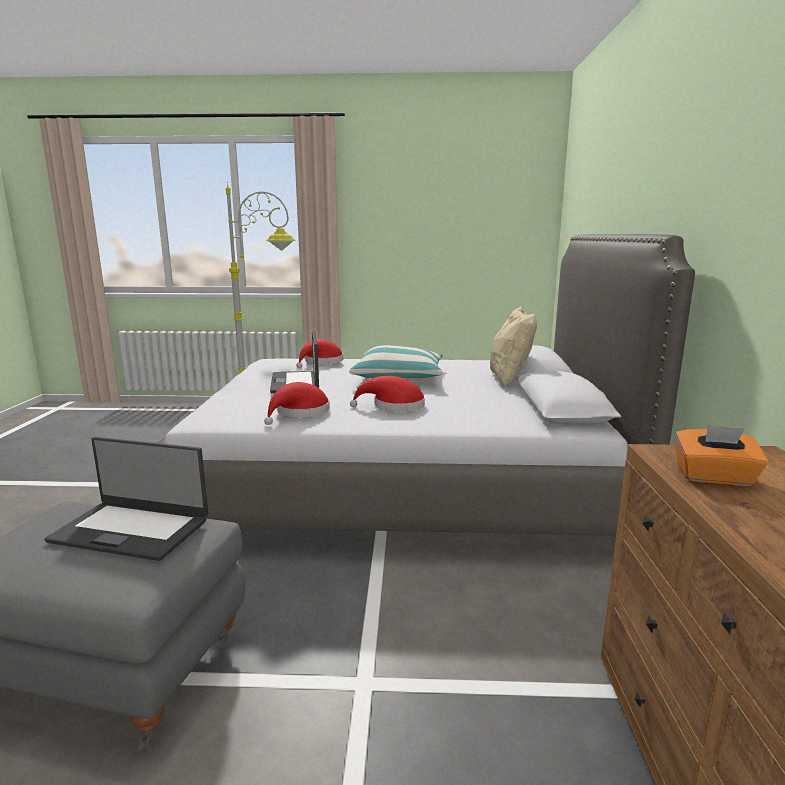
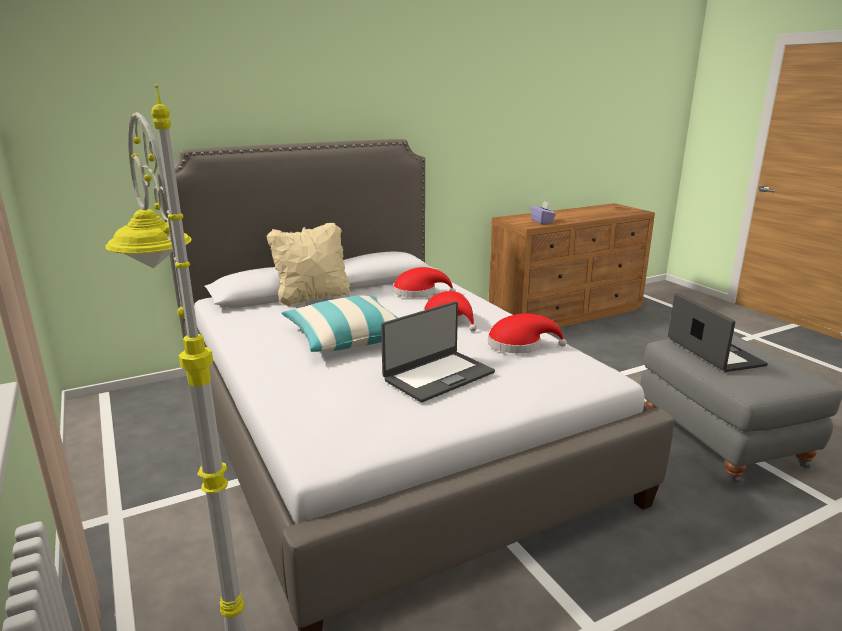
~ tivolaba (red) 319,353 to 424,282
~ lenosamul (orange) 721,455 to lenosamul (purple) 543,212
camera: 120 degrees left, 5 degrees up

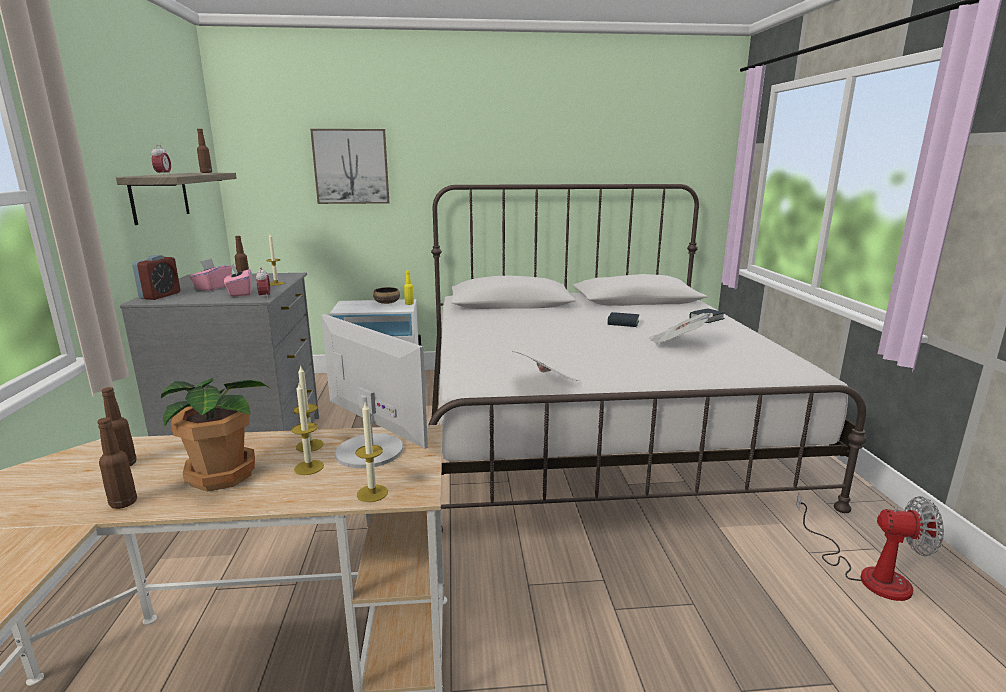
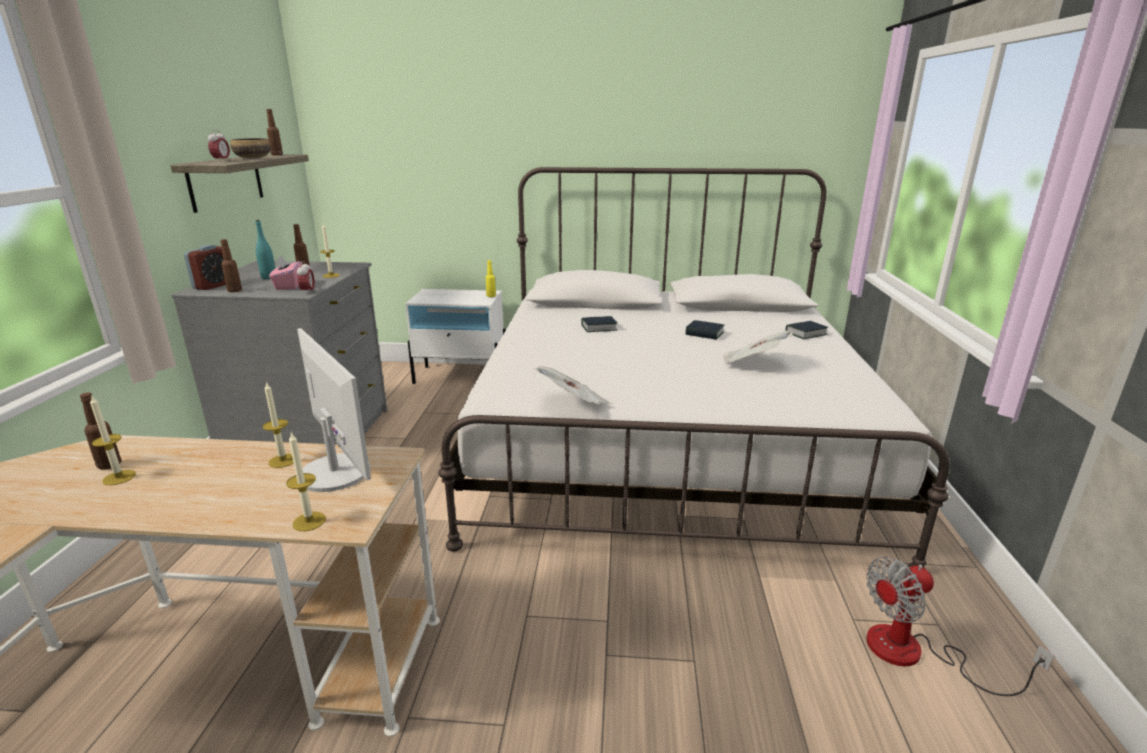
- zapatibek 215,435
- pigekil 349,166
+ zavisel 599,324
~ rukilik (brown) 117,463 to 231,265
~ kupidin 307,429 to 113,440
~ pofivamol 386,295 to 250,148
~ lenosamul (pink) 210,274 to rukilik (turquoise) 265,249
~ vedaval 870,546 = 960,626 135 degrees clockwise
camera: 10 degrees right, 5 degrees up

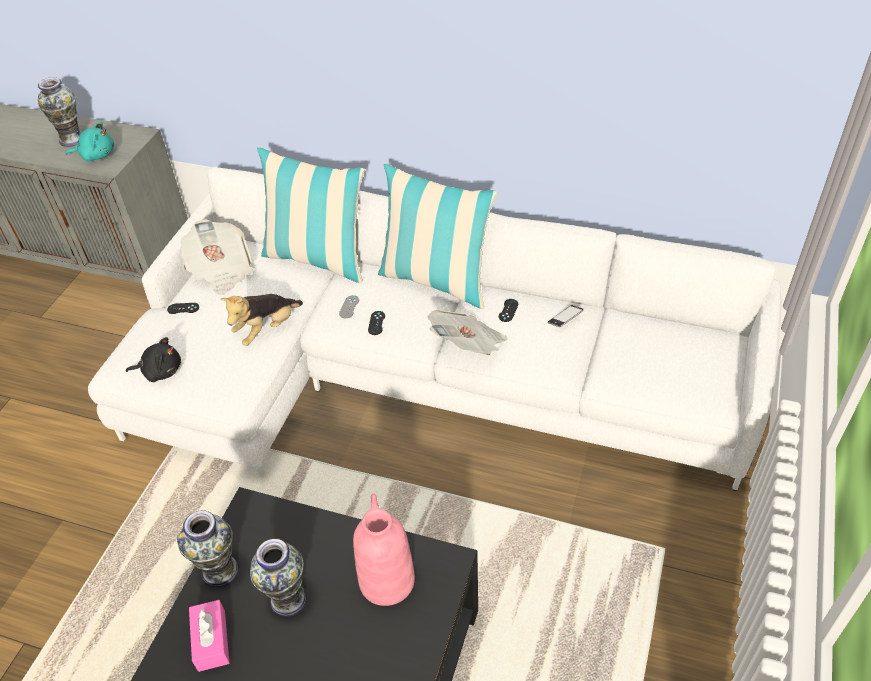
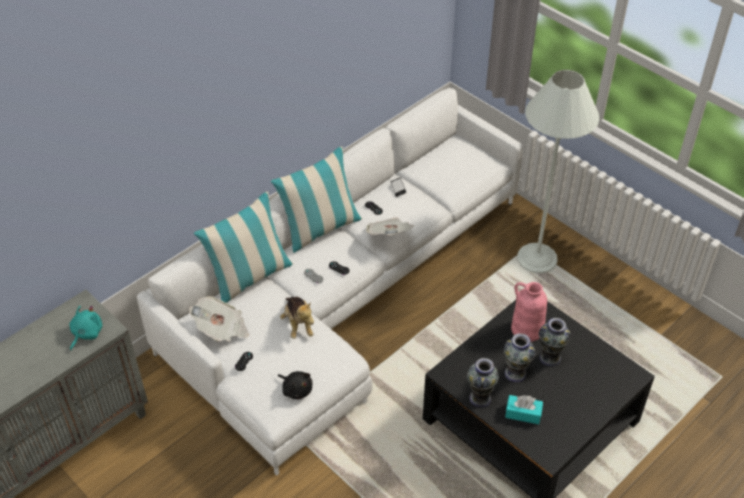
+ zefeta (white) 558,171
~ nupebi 60,112 to 554,342
~ lenosamul (pink) 209,636 to lenosamul (turquoise) 524,409
~ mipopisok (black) 153,359 = 295,385 105 degrees clockwise
camera: 65 degrees left, 0 degrees up

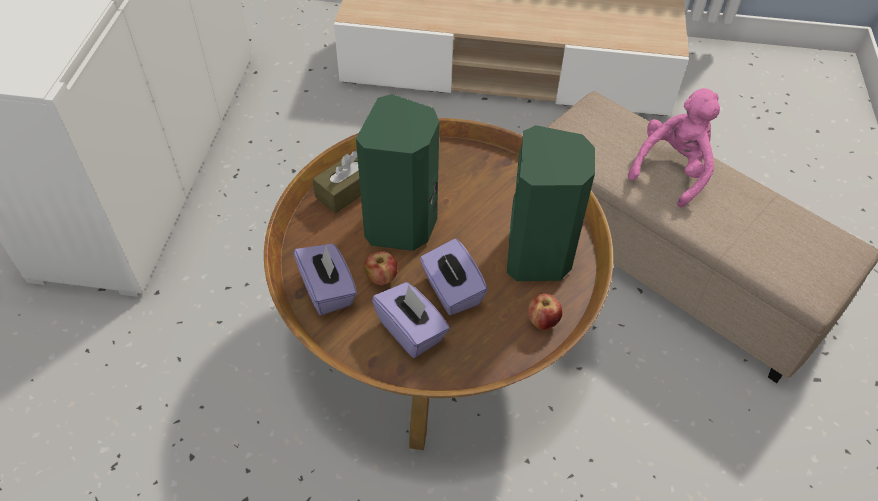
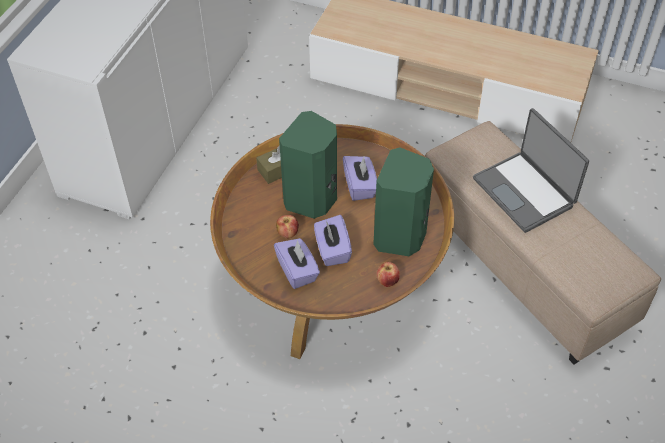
~ lenosamul (purple) 325,279 to 360,178
~ mipopisok (pink) 674,147 to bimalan 531,170
camera: 15 degrees right, 0 degrees up

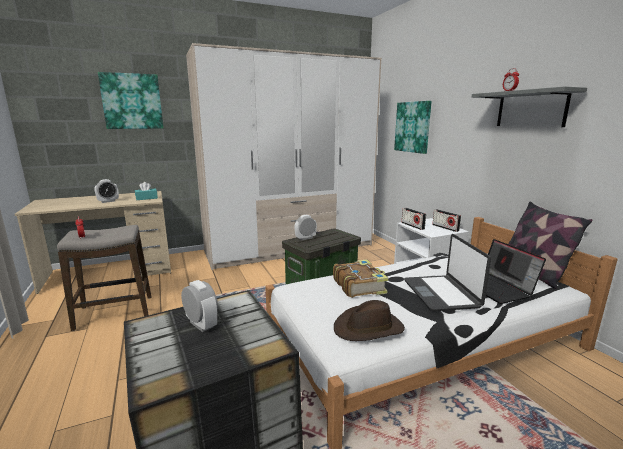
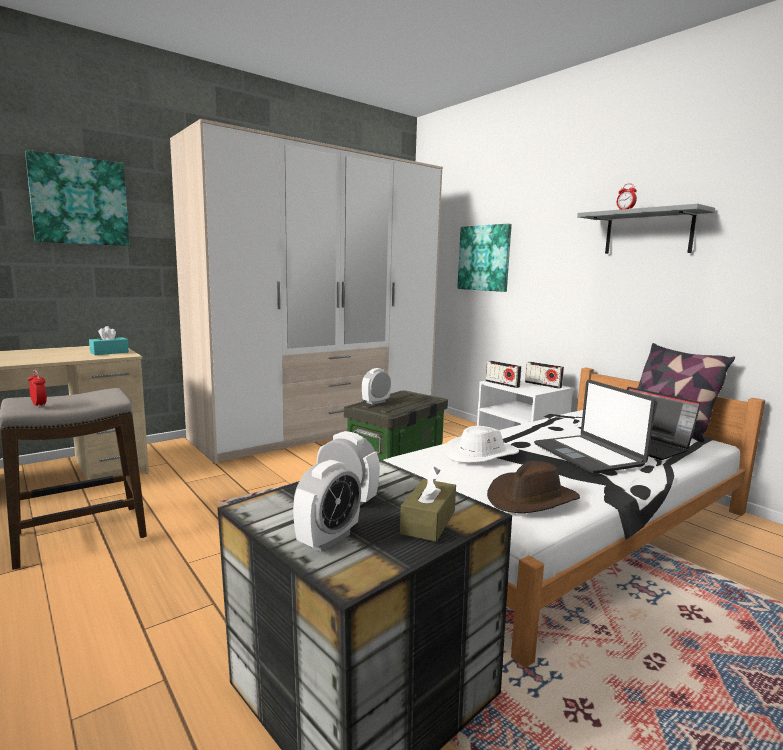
+ lenosamul (brown) 428,504
~ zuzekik 107,191 to 327,506
~ zavisel 360,278 to tivolaba (white) 482,444
camera: 15 degrees left, 5 degrees down

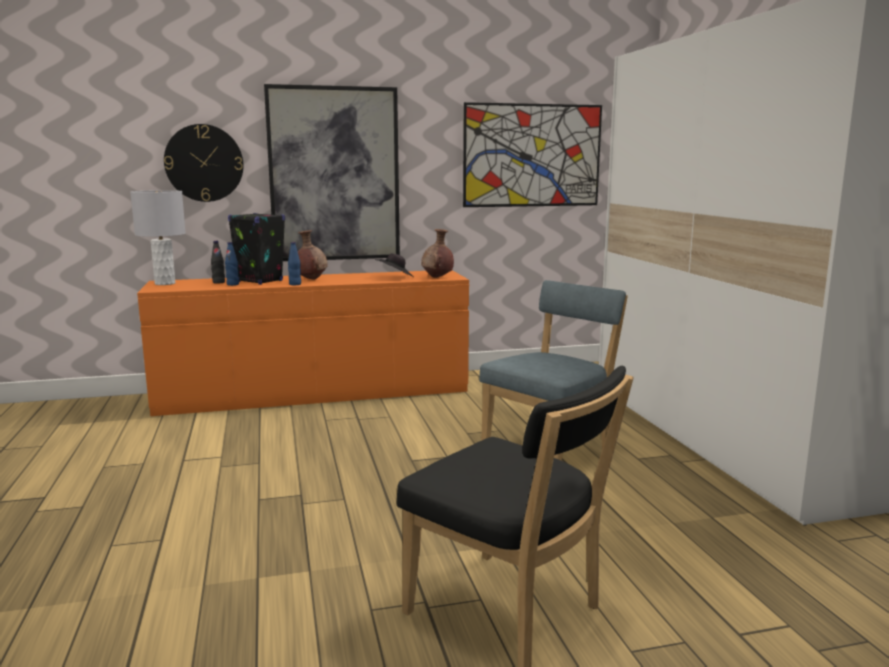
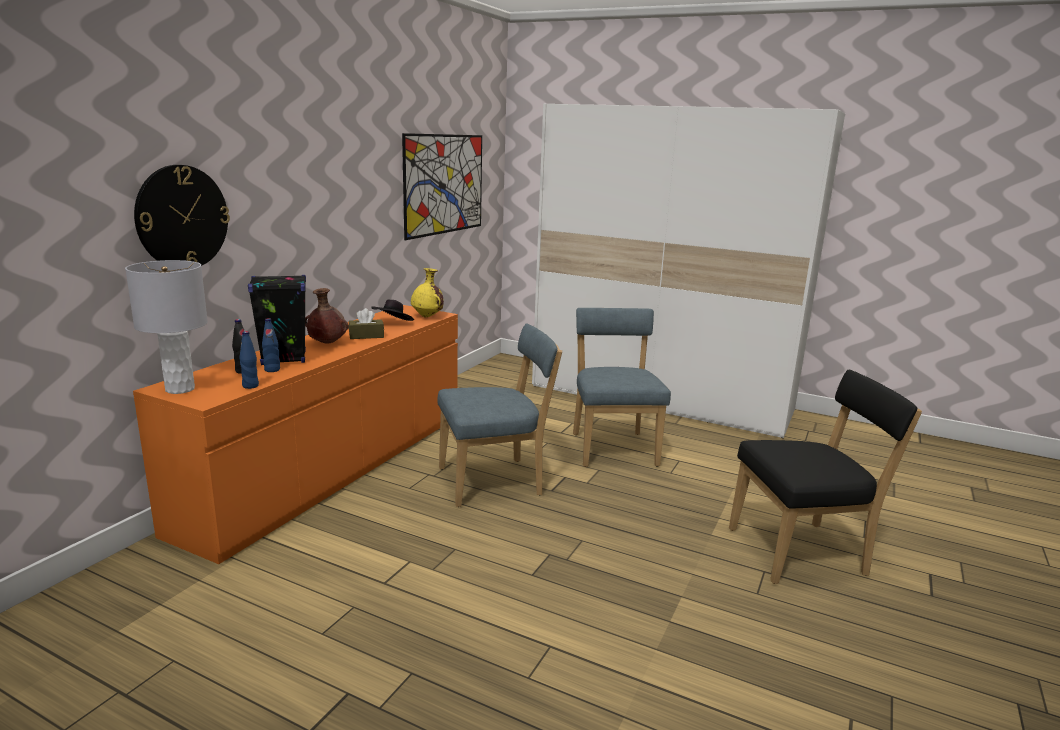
- pigekil 332,172
+ lenosamul (brown) 366,323
+ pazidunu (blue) 499,415
~ rukilik (blue) 294,263 to 249,360
~ nupebi (brown) 437,253 to nupebi (yellow) 427,293
camera: 50 degrees left, 5 degrees up

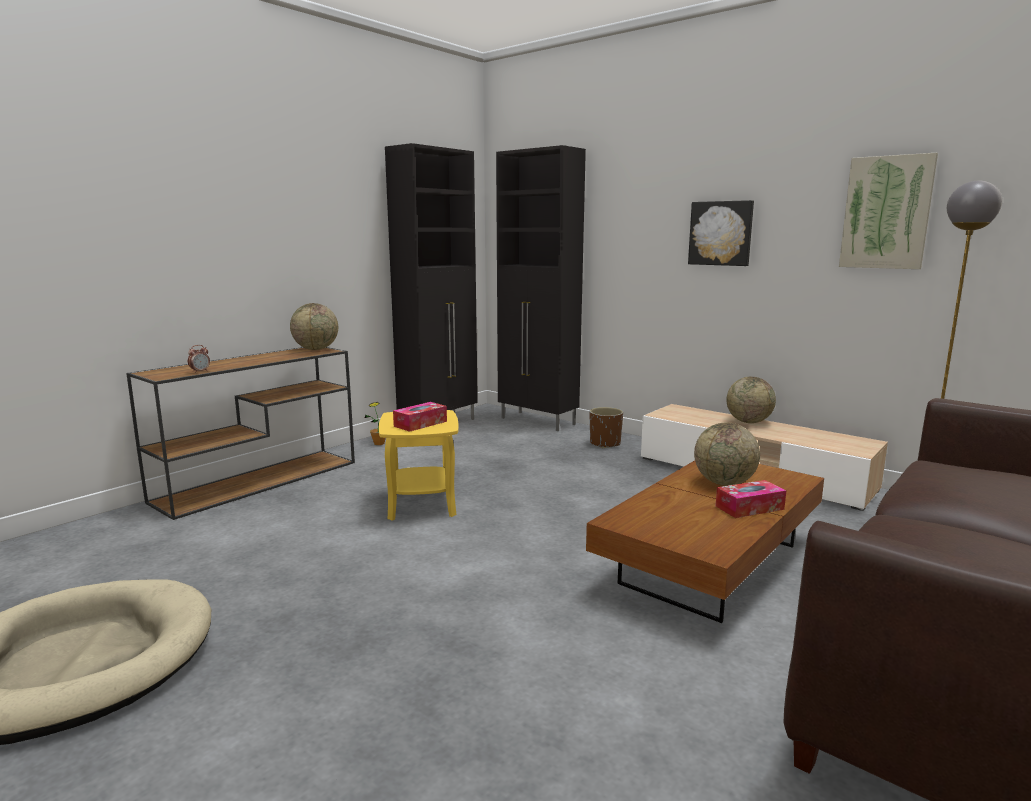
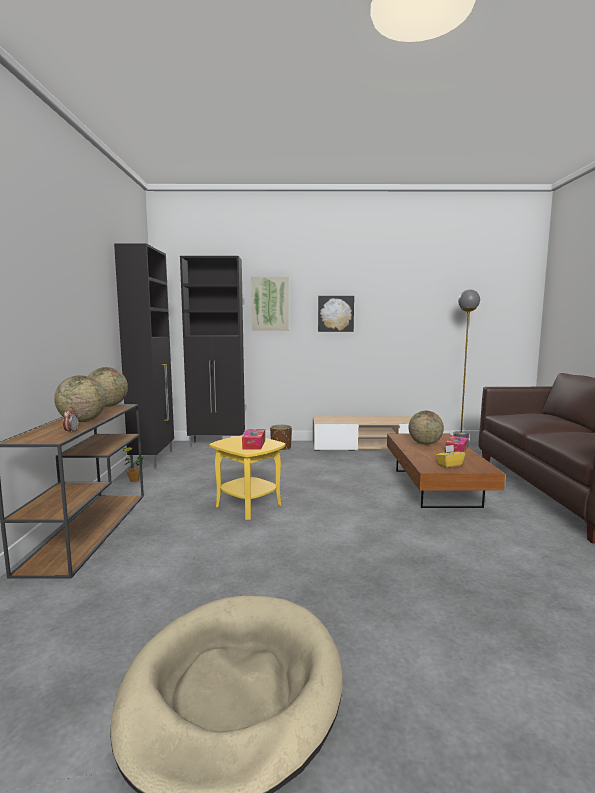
+ lenosamul (yellow) 450,456
~ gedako 751,400 to 80,398
~ pigekil 888,211 to 270,304
camera: 40 degrees left, 5 degrees down

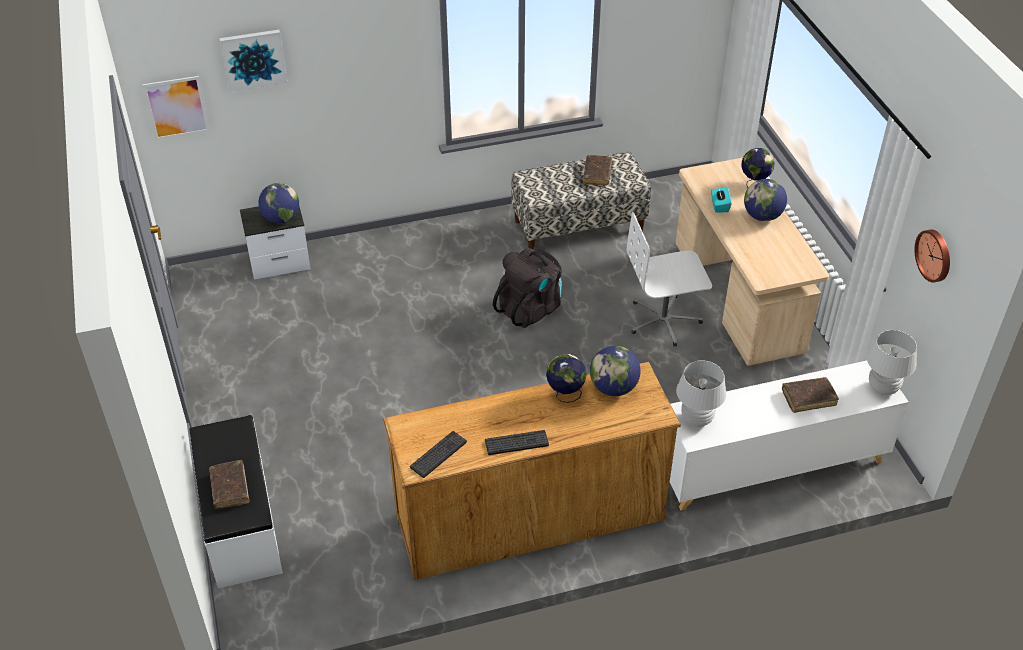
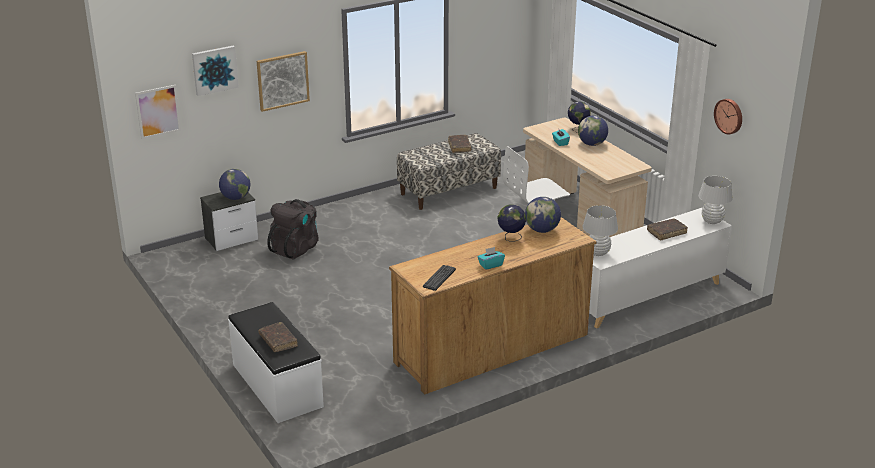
+ pigekil 283,81
~ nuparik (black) 527,288 to 292,229
~ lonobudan 517,442 to lenosamul (turquoise) 491,258
camera: 15 degrees left, 15 degrees down

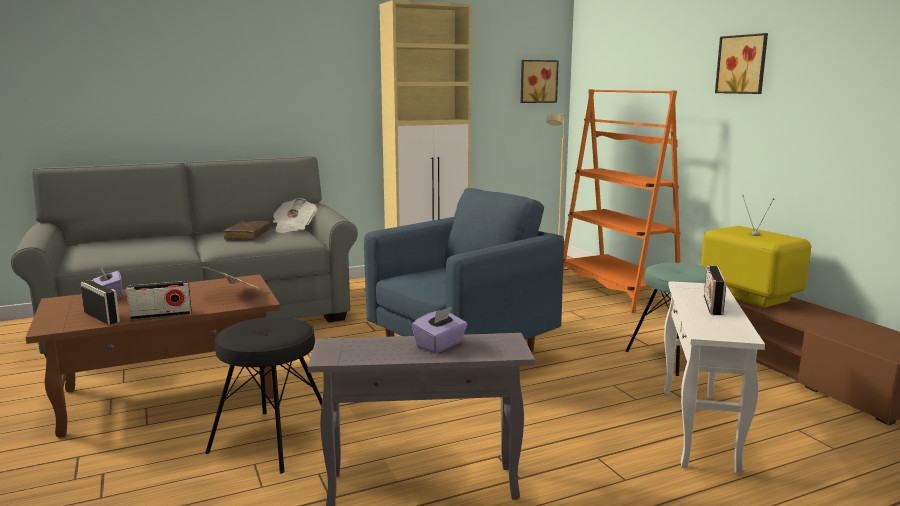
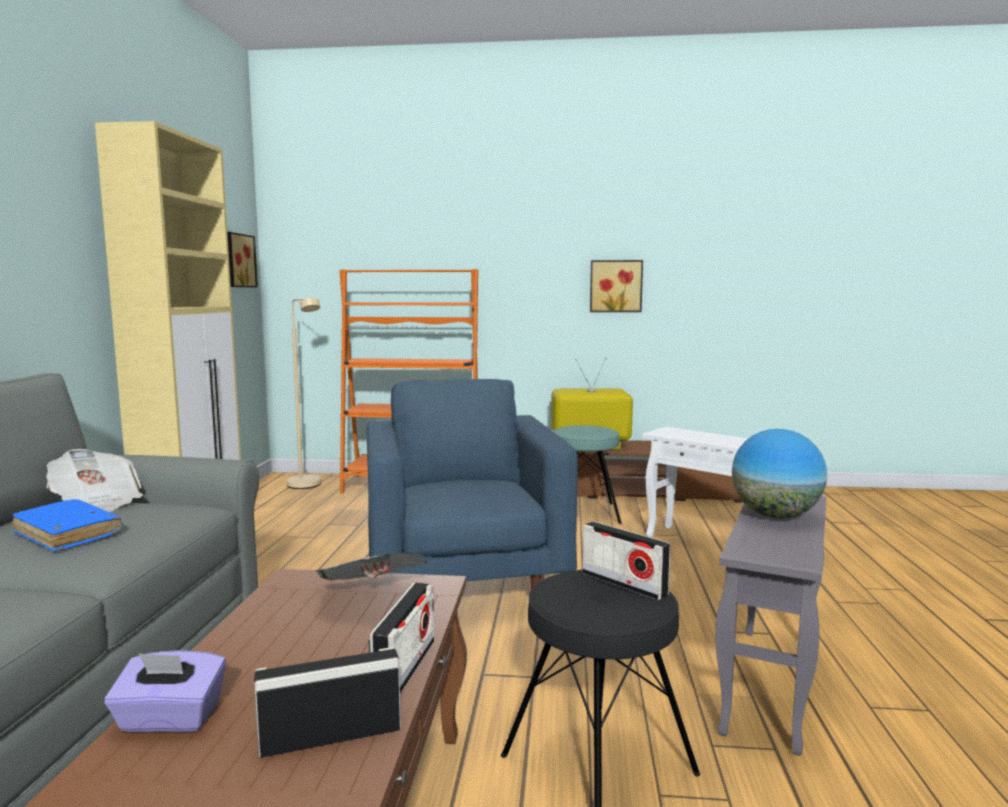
~ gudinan 715,290 to 626,560
~ pigekil 741,63 to 616,286
~ lenosamul (purple) 440,330 to gedako 779,473
~ zavisel (brown) 246,230 to zavisel (blue) 67,525
camera: 60 degrees left, 5 degrees down

